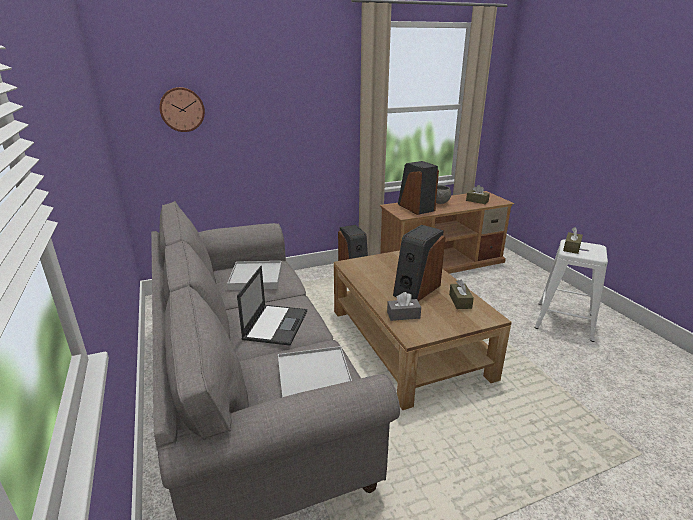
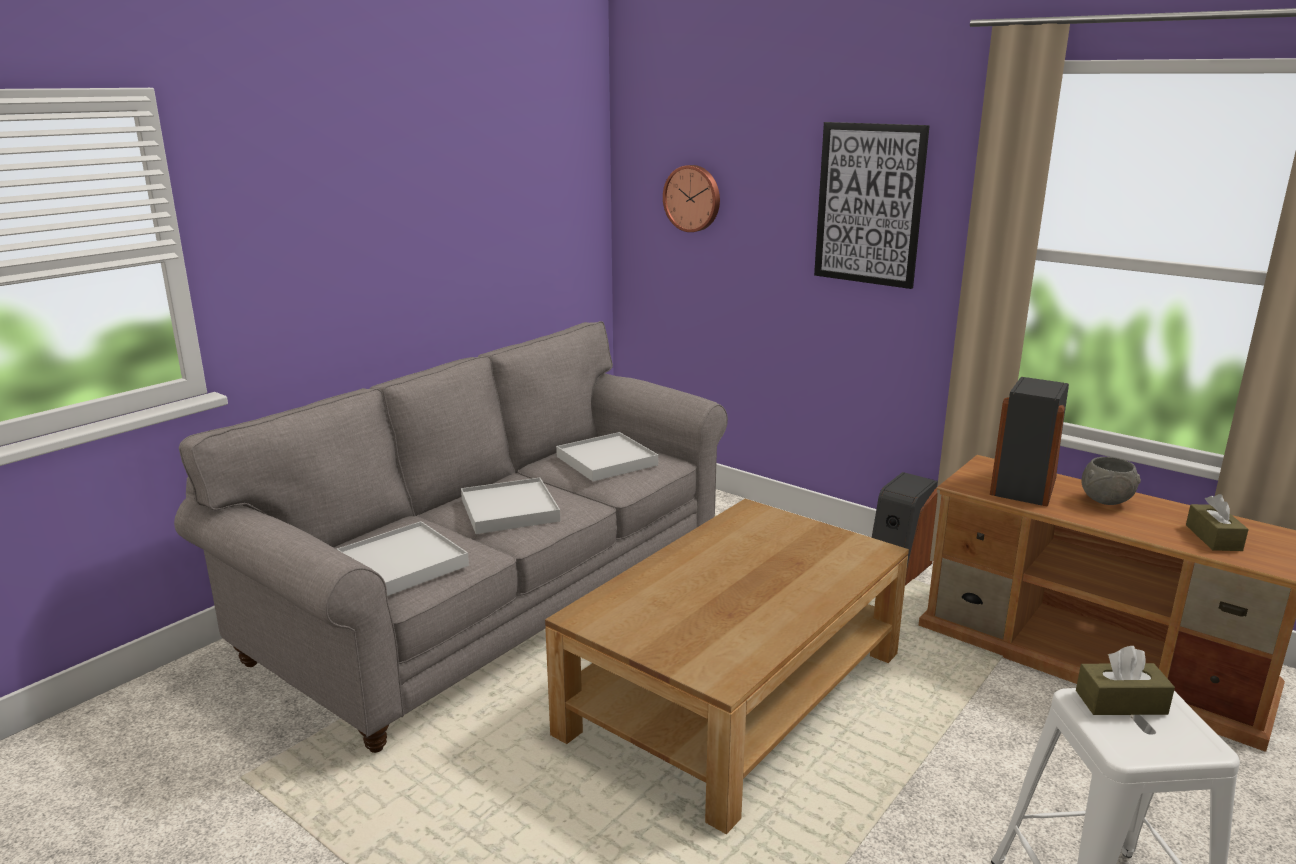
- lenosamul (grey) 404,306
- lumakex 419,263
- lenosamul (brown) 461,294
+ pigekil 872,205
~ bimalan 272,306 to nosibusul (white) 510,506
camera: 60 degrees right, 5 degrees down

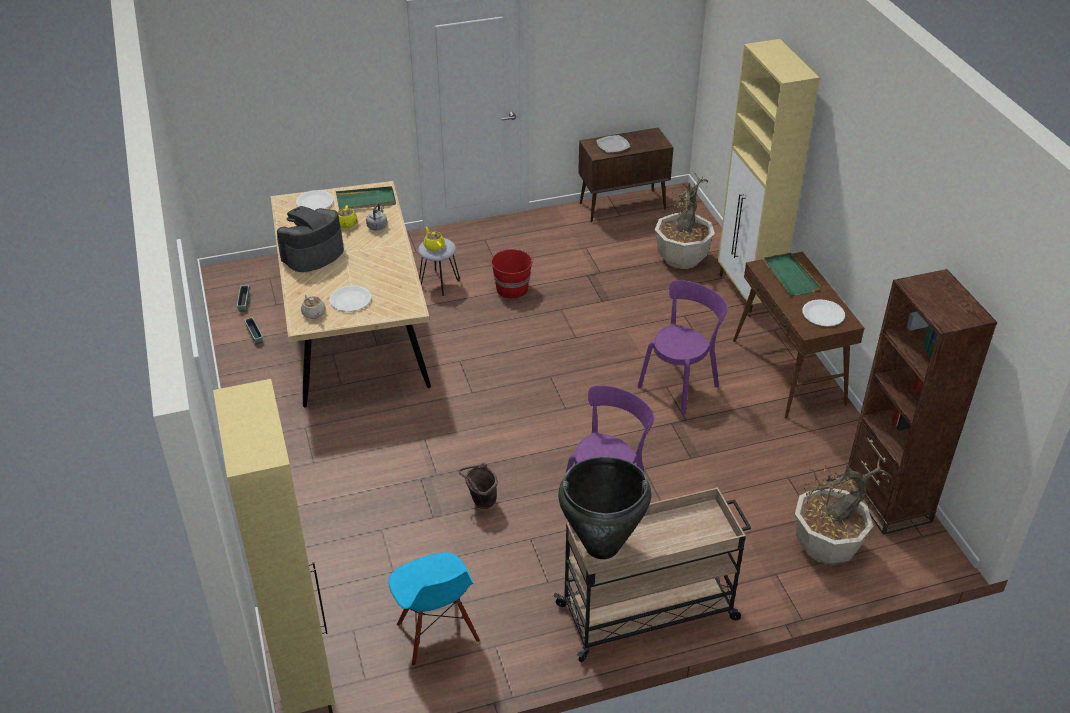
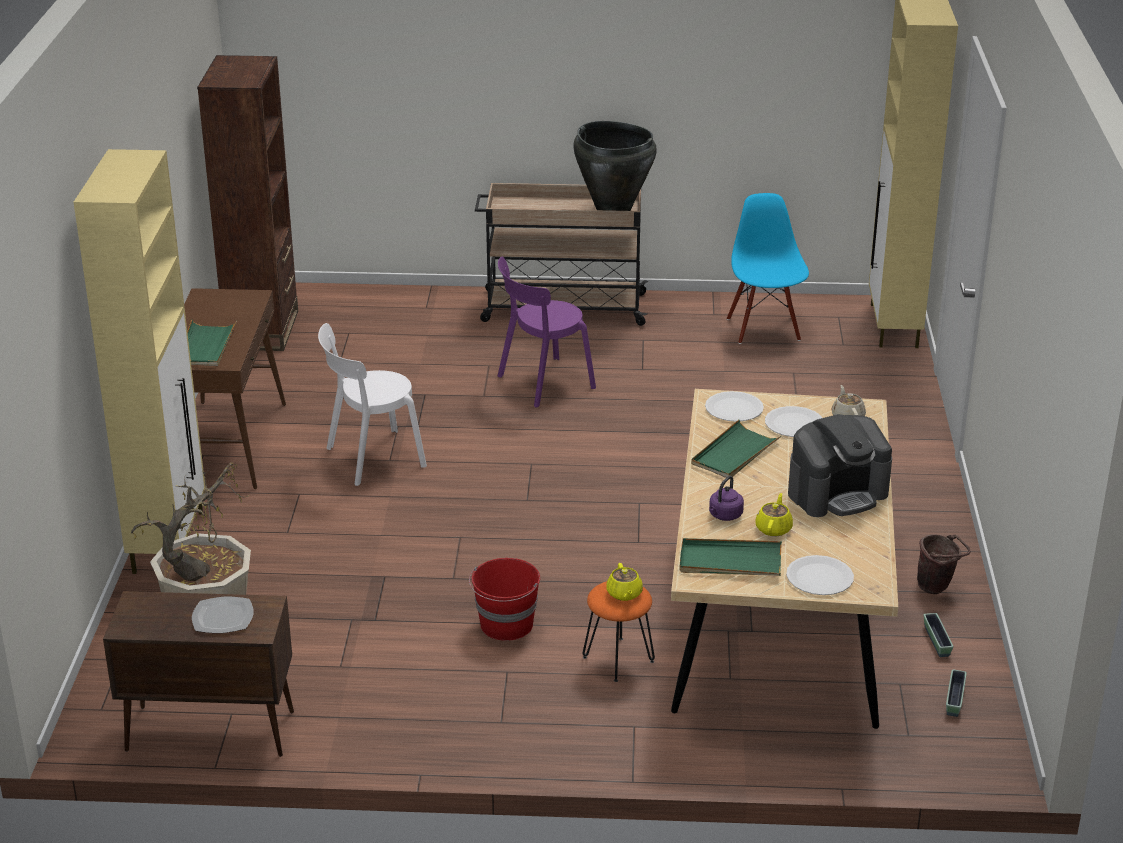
- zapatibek 843,511
+ nosibusul (green) 736,449
~ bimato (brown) 478,486 to 944,564
~ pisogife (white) 823,312 to 734,406
~ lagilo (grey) 376,217 to lagilo (purple) 726,498
~ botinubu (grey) 439,267 to botinubu (orange) 619,631
~ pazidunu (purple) 682,347 to pazidunu (white) 372,404
camera: 160 degrees left, 10 degrees down

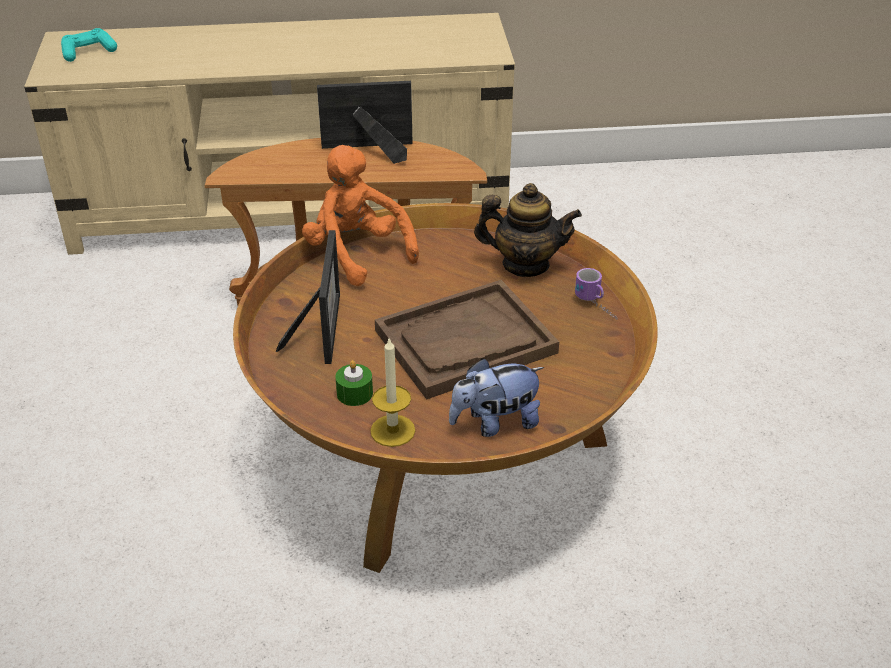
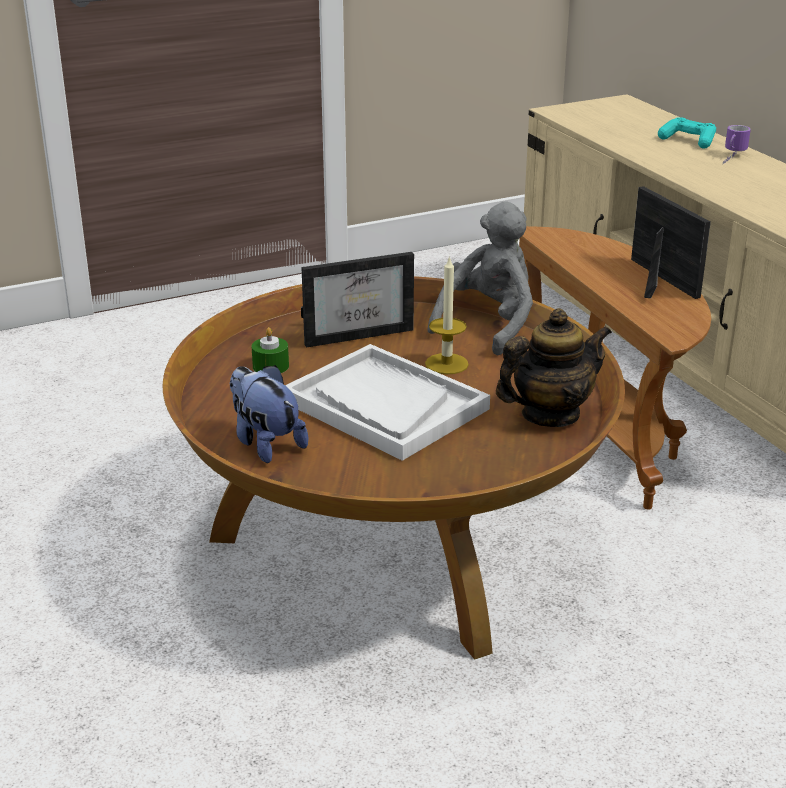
~ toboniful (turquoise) 89,45 to 687,133
~ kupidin 392,393 to 447,314
~ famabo 596,294 to 737,144
~ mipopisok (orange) 360,215 to mipopisok (grey) 480,278
~ nosibusul (brown) 467,339 to nosibusul (white) 387,402
~ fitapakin 528,230 = 554,367 105 degrees counterclockwise
camera: 70 degrees right, 10 degrees down

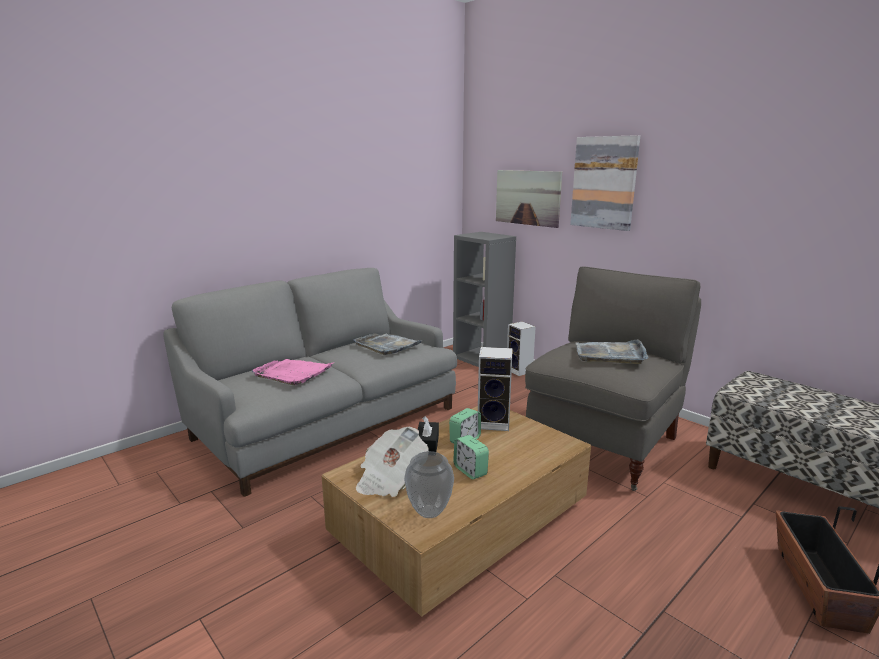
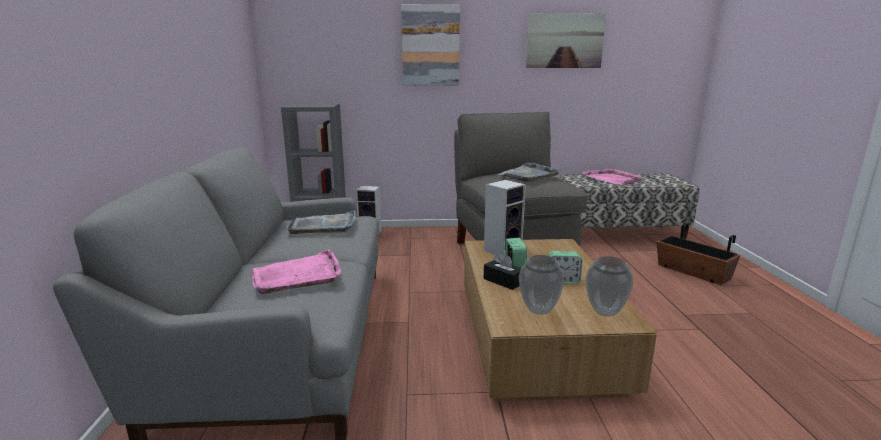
+ nosibusul (pink) 613,176
~ pigekil 529,199 to 566,40
~ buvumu 392,462 to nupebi 541,285
camera: 50 degrees left, 0 degrees up

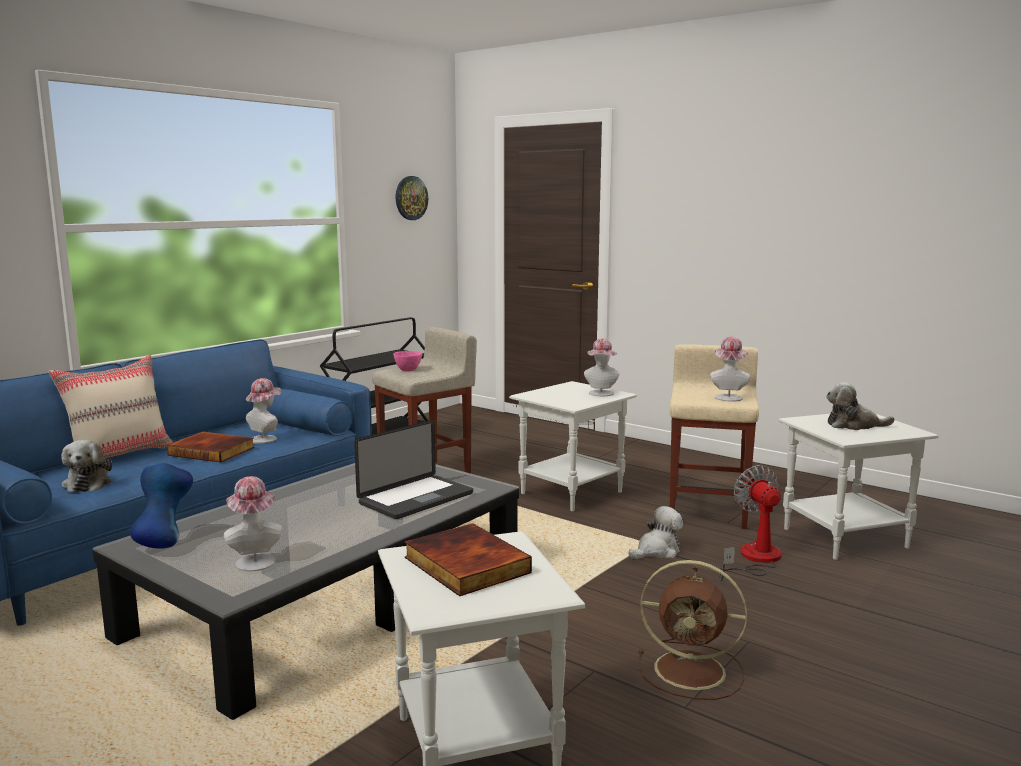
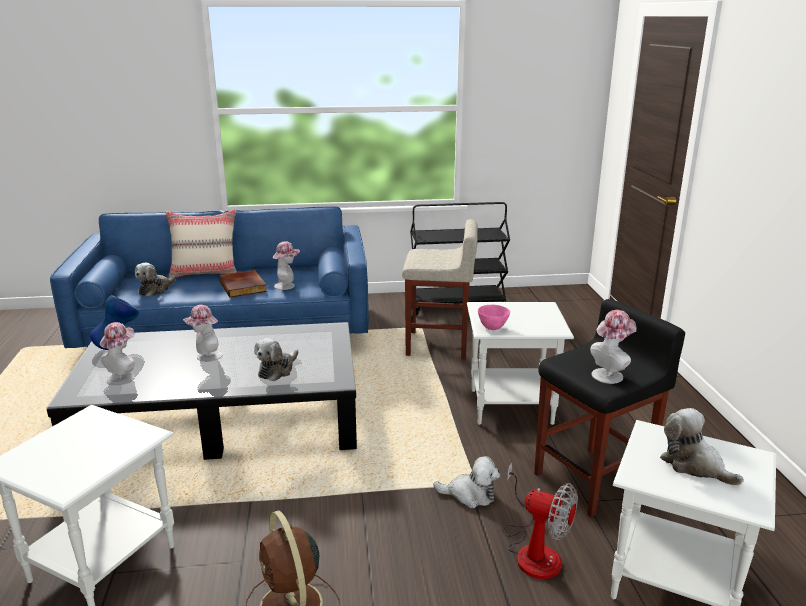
- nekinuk 412,198
- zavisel 468,559
~ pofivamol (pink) 407,361 to 494,317
~ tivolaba 602,367 to 202,333
~ bimalan 413,469 to mipopisok 276,359
~ botinubu (beige) 714,436 to botinubu (black) 609,408
~ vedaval 750,523 = 540,521 90 degrees clockwise
camera: 45 degrees right, 10 degrees up

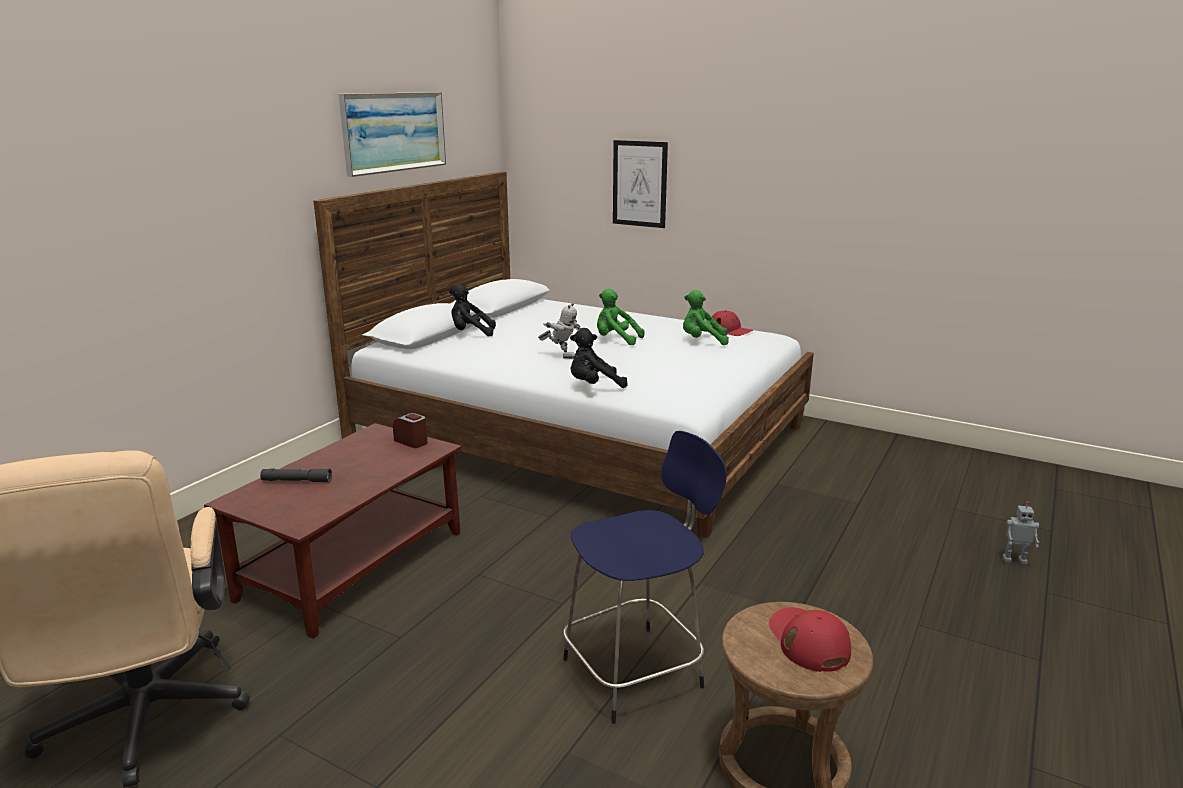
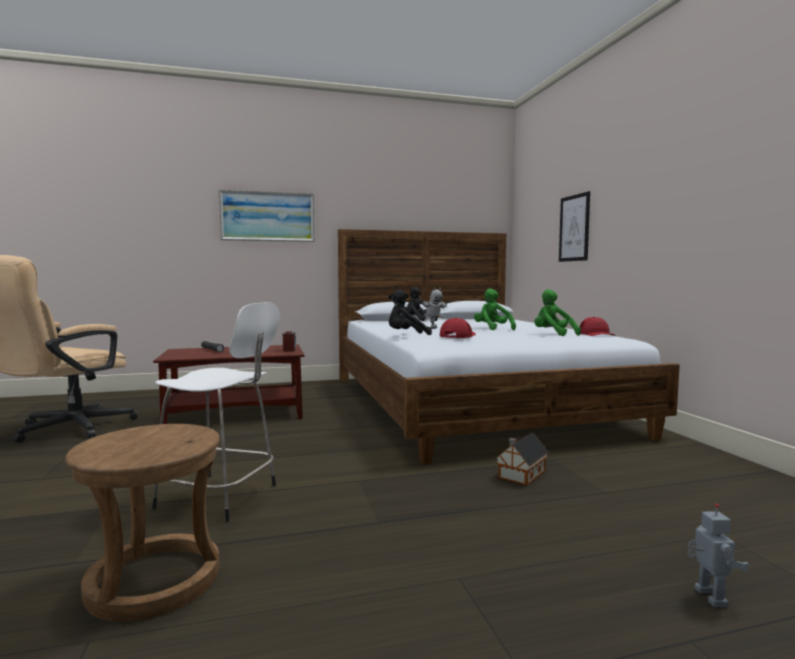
+ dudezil 522,459
~ pigekil 392,134 to 267,216
~ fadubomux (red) 810,639 to 458,328
~ botinubu (blue) 645,577 to botinubu (white) 216,412
~ mipopisok (black) 599,358 = 410,312 45 degrees counterclockwise
~ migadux 1020,532 = 719,555 150 degrees counterclockwise
camera: 45 degrees right, 15 degrees down

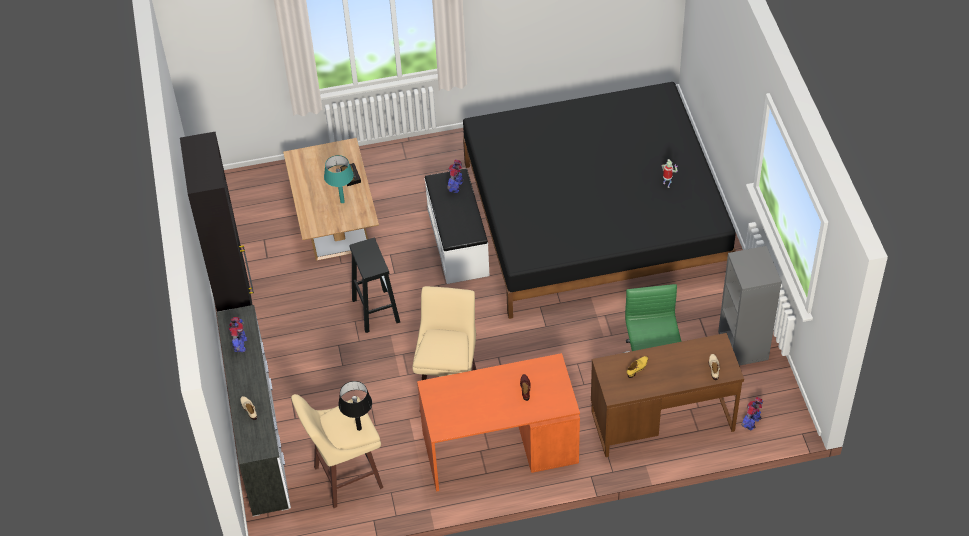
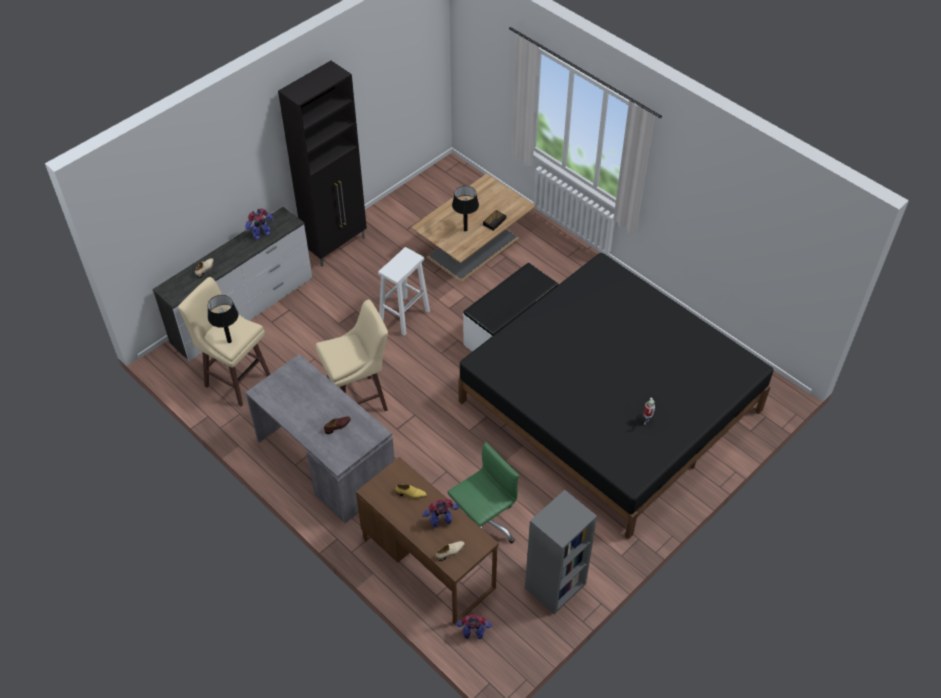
~ migadux 455,176 to 440,513
~ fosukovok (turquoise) 339,179 to fosukovok (black) 465,209
~ botinubu (black) 374,285 to botinubu (white) 404,291
~ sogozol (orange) 498,422 to sogozol (grey) 320,438
camera: 55 degrees right, 0 degrees up

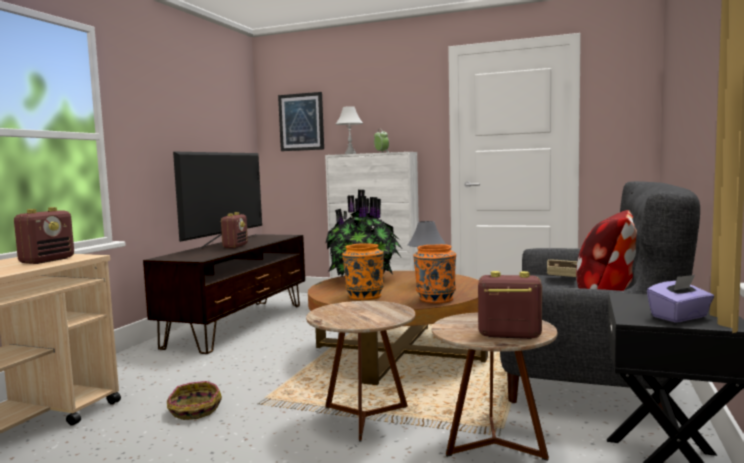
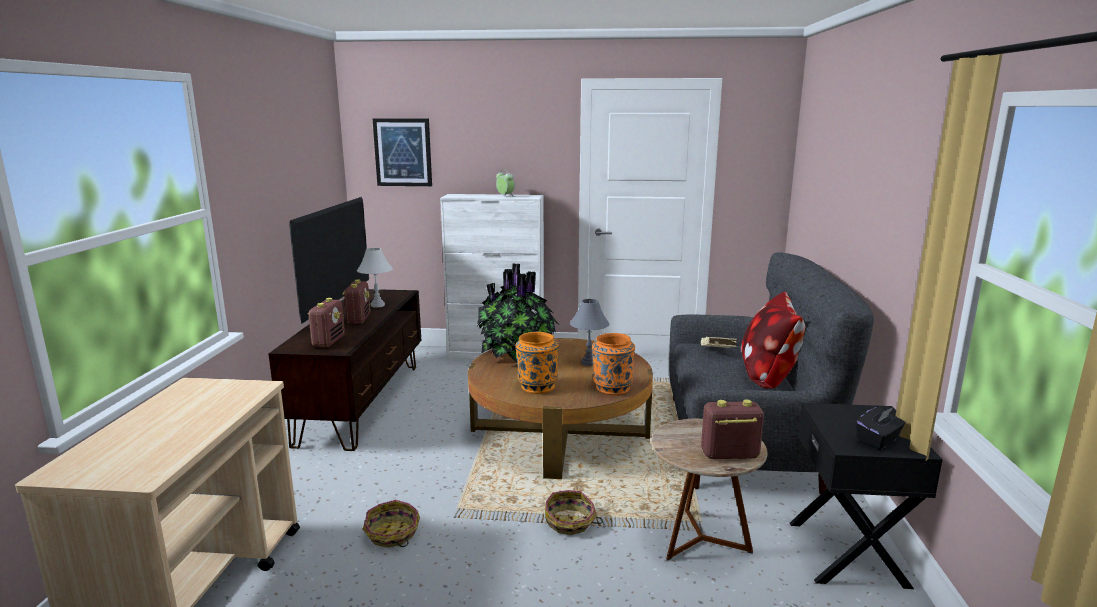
~ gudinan 44,235 to 326,322
~ fosukovok (white) 349,130 to 375,278
~ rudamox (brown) 360,371 to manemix 574,512
~ lenosamul (purple) 680,298 to lenosamul (black) 880,428
camera: 15 degrees left, 10 degrees up

